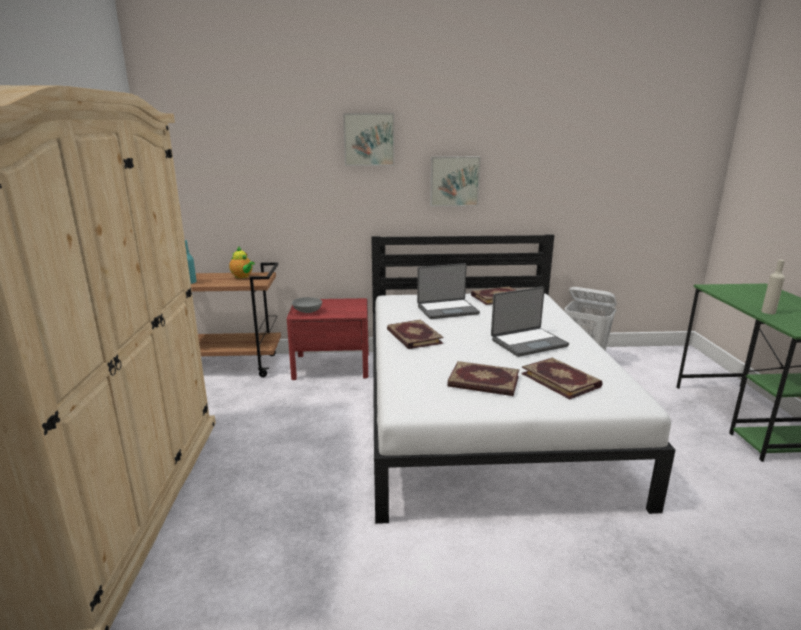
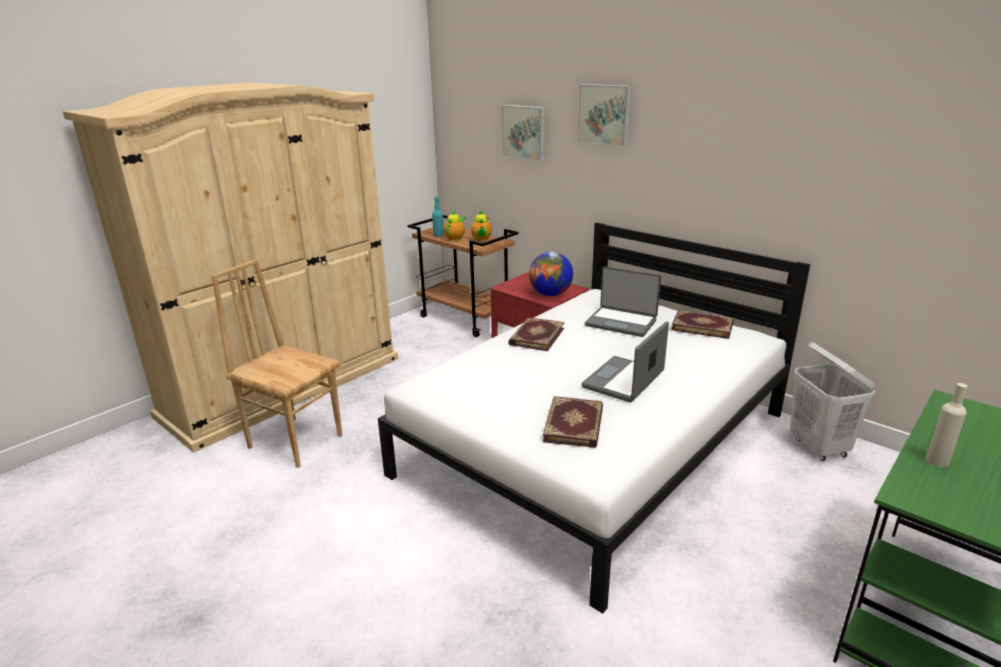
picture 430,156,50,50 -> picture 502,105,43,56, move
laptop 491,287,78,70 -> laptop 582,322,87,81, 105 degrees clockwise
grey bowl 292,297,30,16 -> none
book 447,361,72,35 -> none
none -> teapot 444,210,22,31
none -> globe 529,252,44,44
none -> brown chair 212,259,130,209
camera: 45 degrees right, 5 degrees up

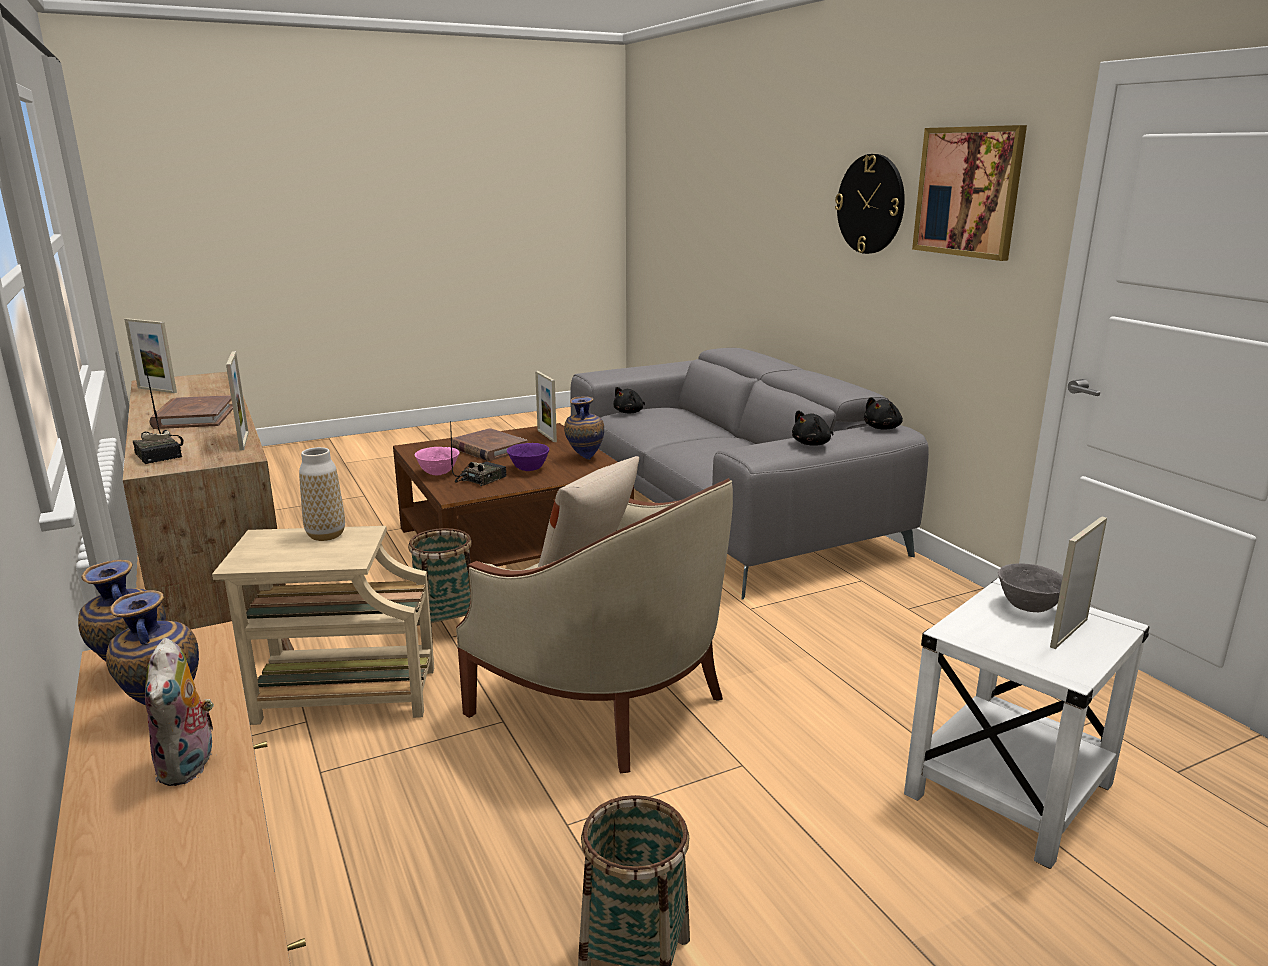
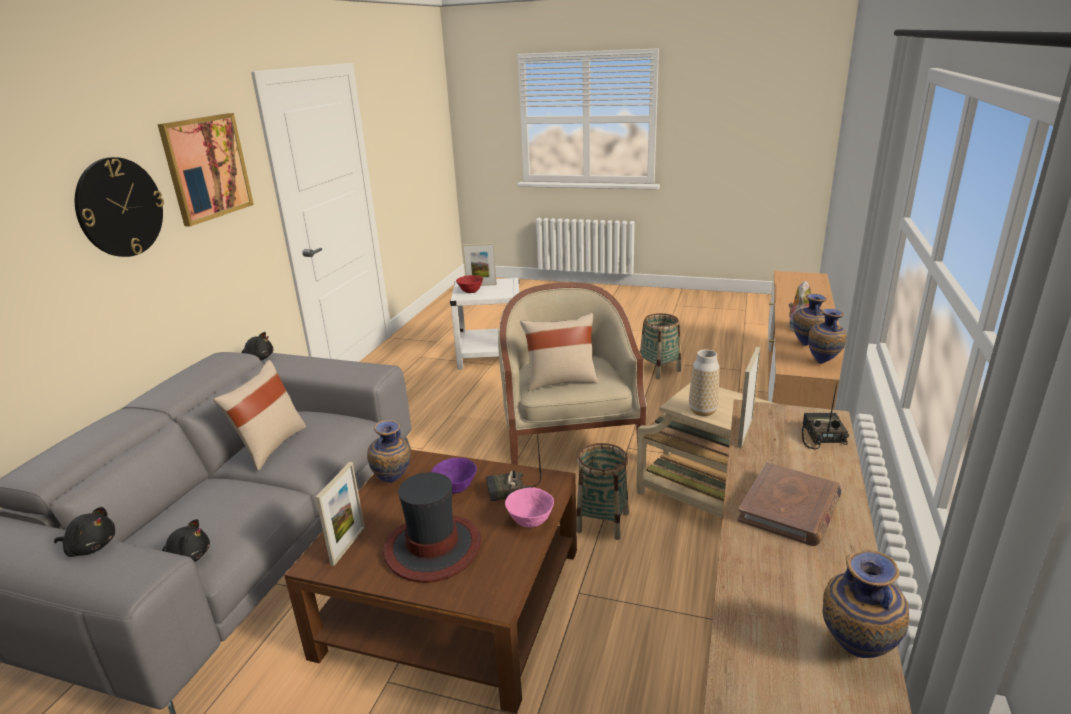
picture frame 124,318,53,75 -> vase 823,550,86,108
black plush toy 792,410,41,36 -> black plush toy 54,507,61,50, move
brown book 452,428,76,33 -> hat 383,472,98,111
grey bowl 998,564,65,48 -> red bowl 456,275,27,18
none -> beige pillow 213,360,93,111
camera: 135 degrees left, 5 degrees up

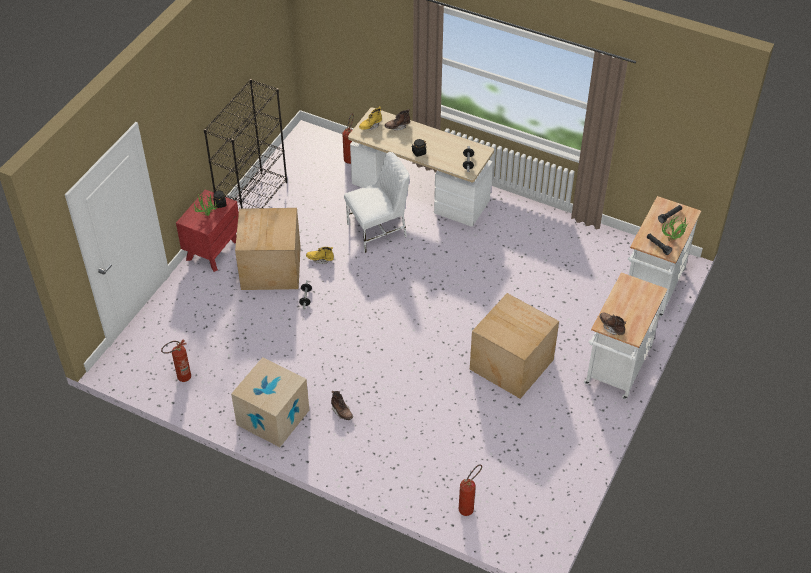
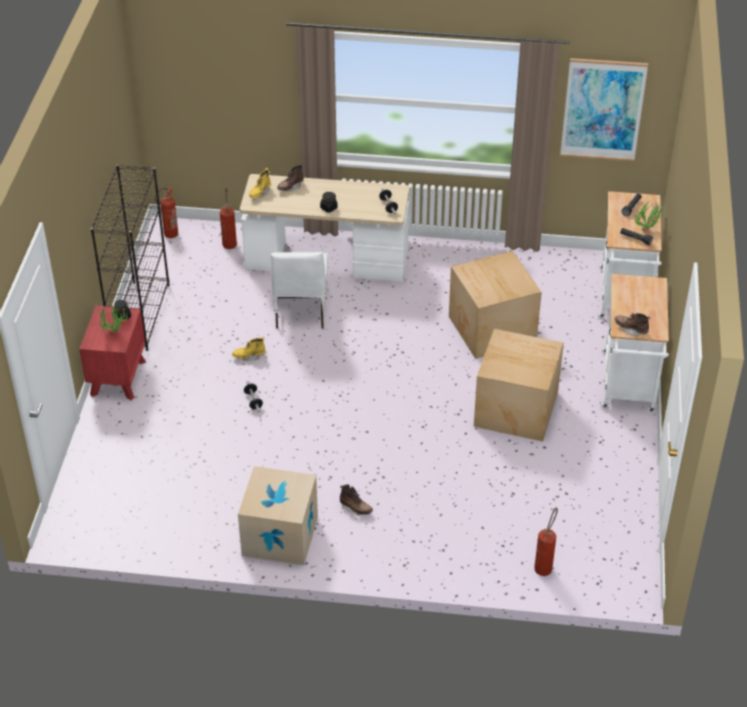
white chair 344,152,66,101 -> white chair 270,252,58,77, 135 degrees clockwise
cardboard box 235,208,66,82 -> cardboard box 449,251,93,108, move
fire extinguisher 161,339,30,43 -> fire extinguisher 155,187,23,51, move
none -> picture 560,58,88,103
camera: 20 degrees left, 5 degrees down

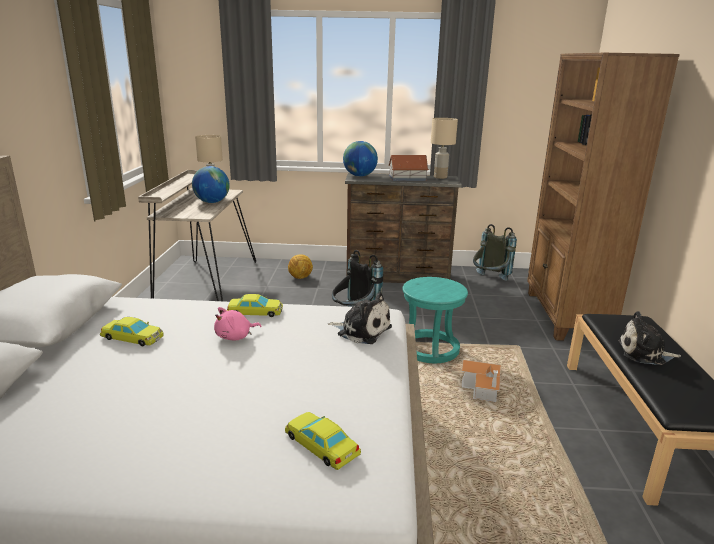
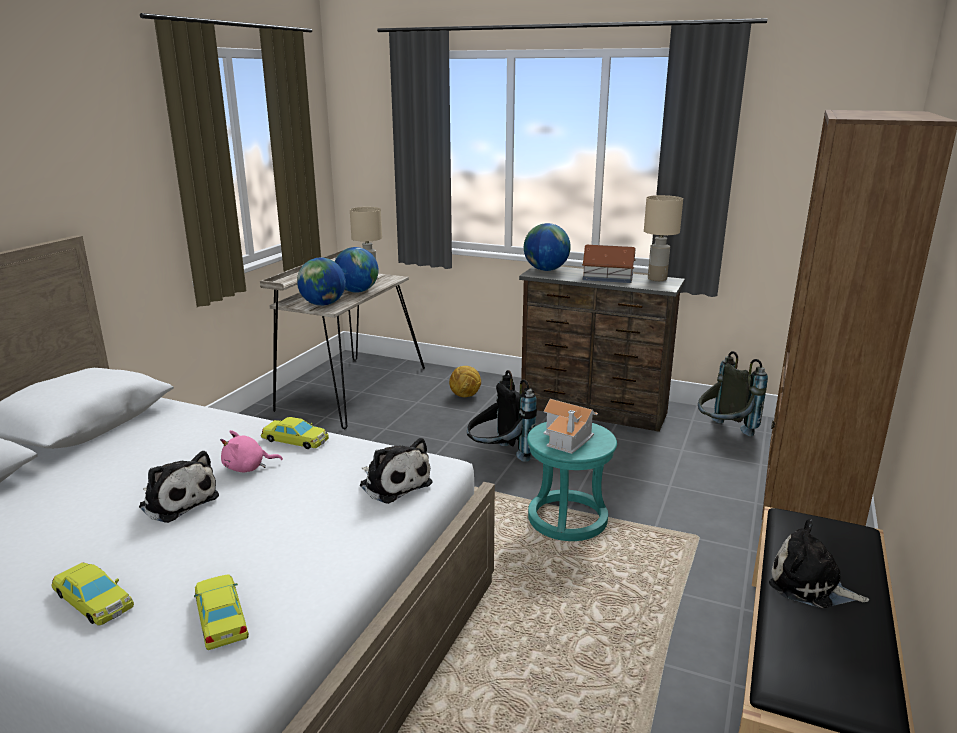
yellow toy car 100,317,64,29 -> yellow toy car 51,562,83,64, move
toy house 462,360,39,42 -> toy house 543,399,55,55, move
none -> globe 297,257,49,49
none -> plush toy 139,451,80,72
camera: 20 degrees right, 0 degrees up

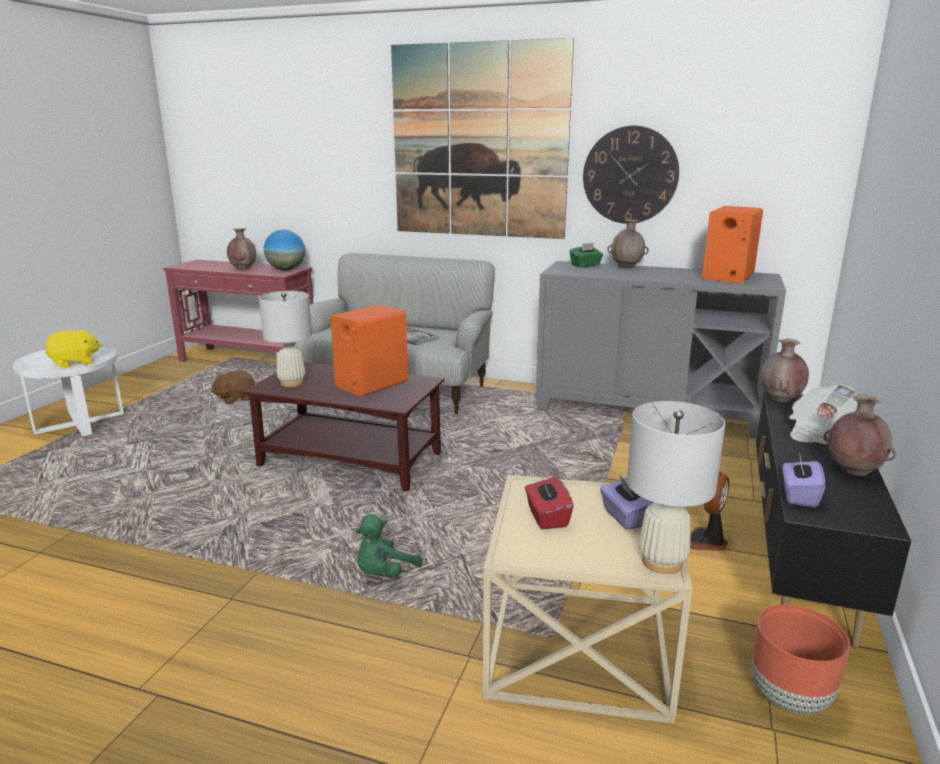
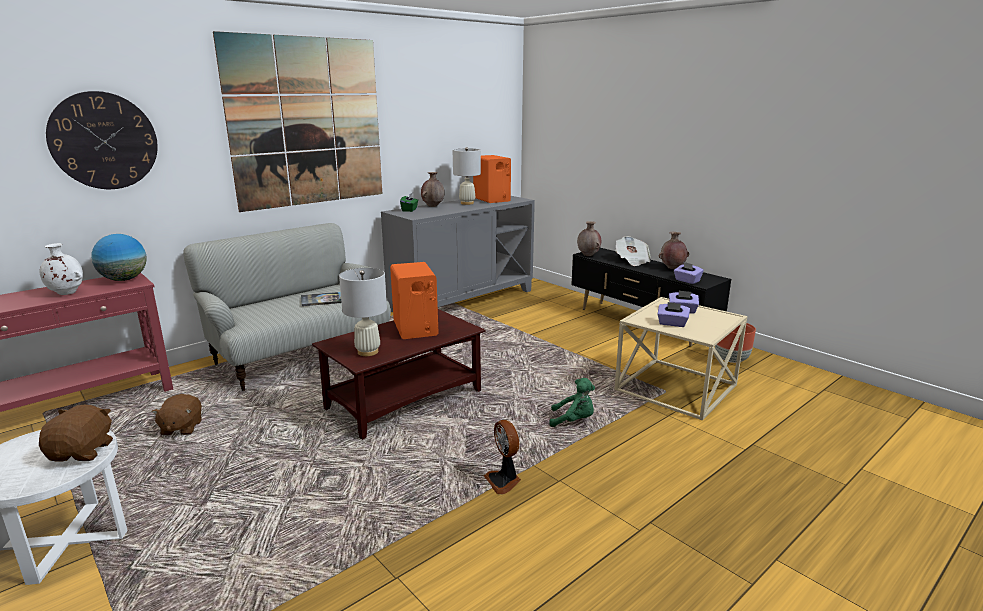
wall clock 583,126,96,98 -> wall clock 46,91,112,98, move
brown vase 227,228,29,42 -> white vase 40,243,43,52
yellow plush toy 45,330,57,38 -> brown plush toy 39,404,74,58
white table lamp 627,401,98,173 -> white table lamp 453,147,28,58, move
fan 690,472,40,79 -> fan 484,420,37,74, move
red tissue box 525,475,49,54 -> purple tissue box 657,302,33,25
green plush toy 356,514,66,64 -> green plush toy 549,378,46,49, 60 degrees counterclockwise
camera: 60 degrees left, 0 degrees up

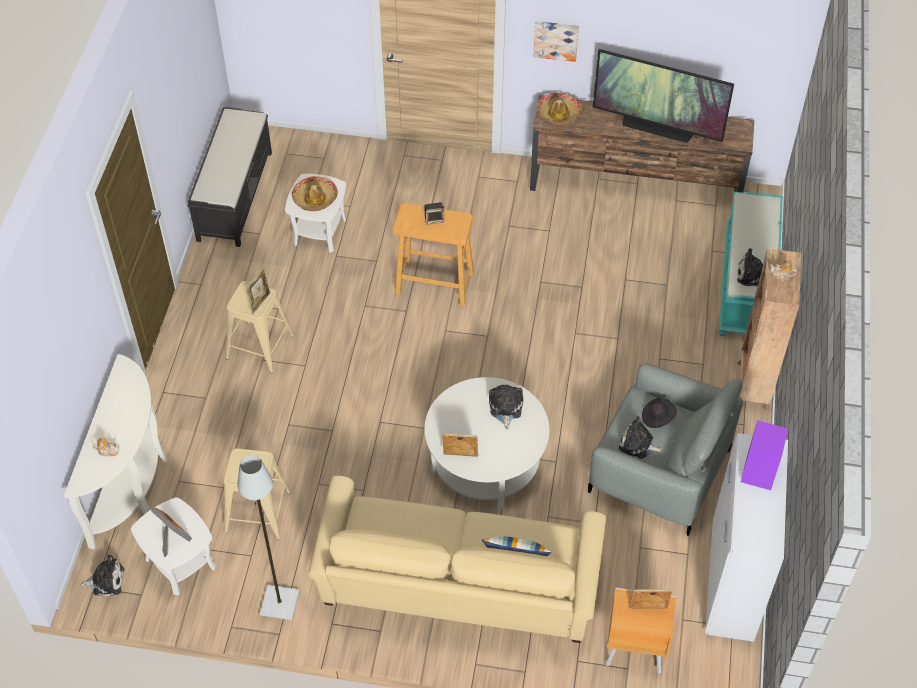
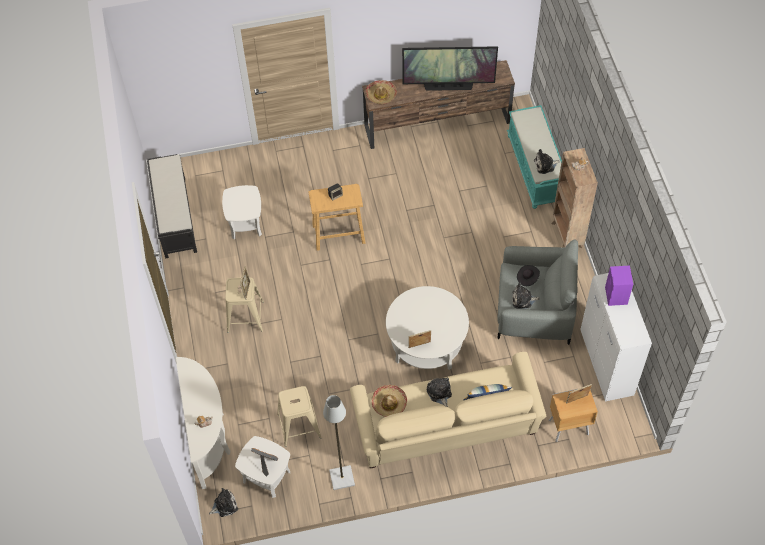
picture 533,21,46,41 -> none
hat 292,176,46,35 -> hat 371,385,36,32, move
plush toy 489,384,34,45 -> plush toy 427,377,25,30, move
camera: 20 degrees left, 5 degrees up

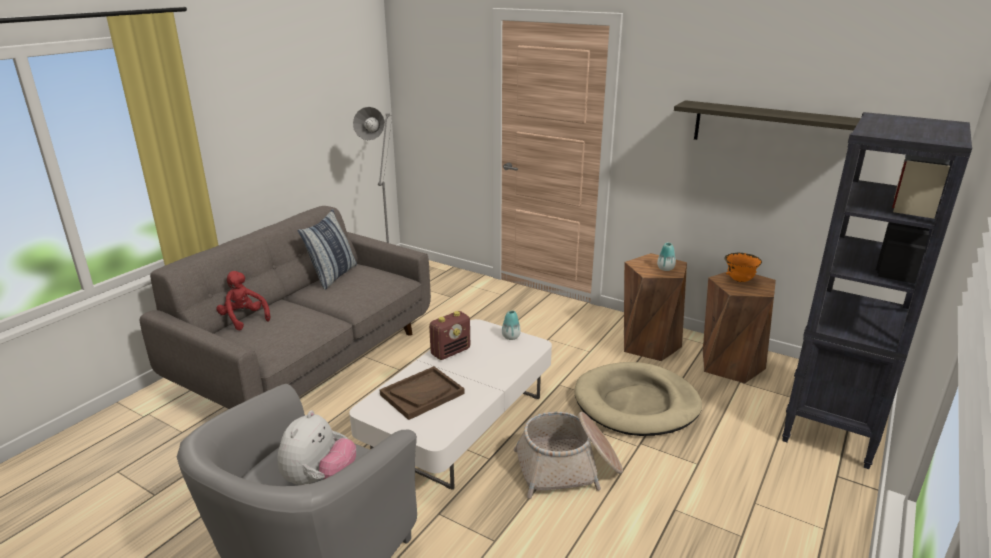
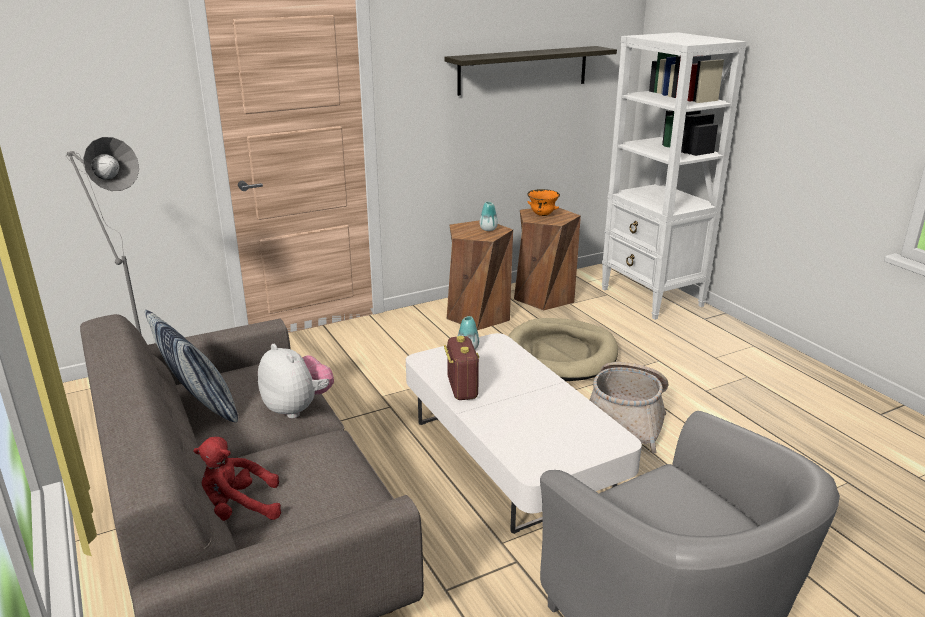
black bookcase 782,112,190,357 -> white bookcase 602,32,145,288
brown tray 380,366,85,54 -> none
plush toy 277,410,79,75 -> plush toy 258,344,76,74, move
camera: 60 degrees left, 0 degrees up

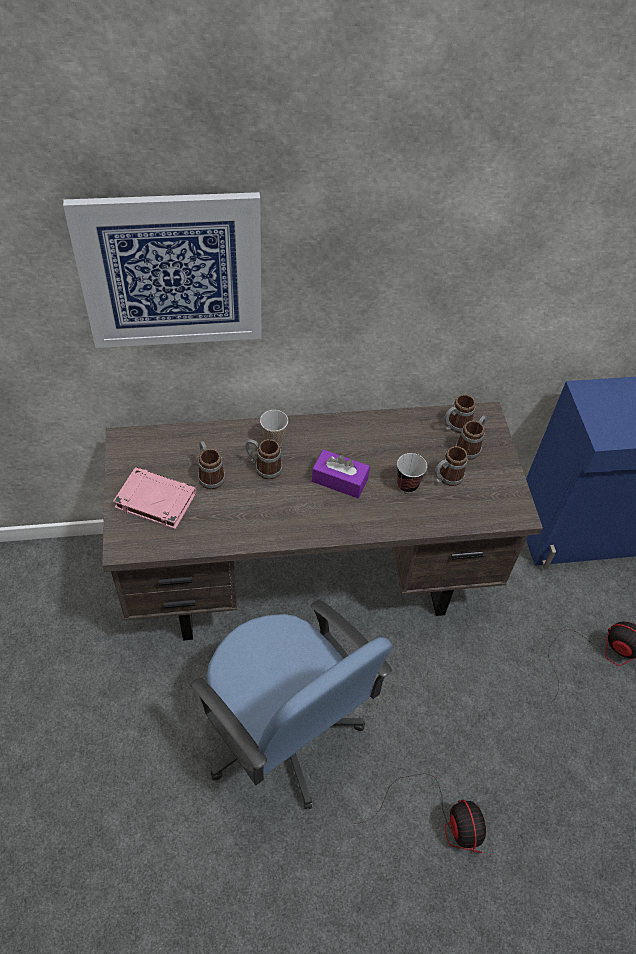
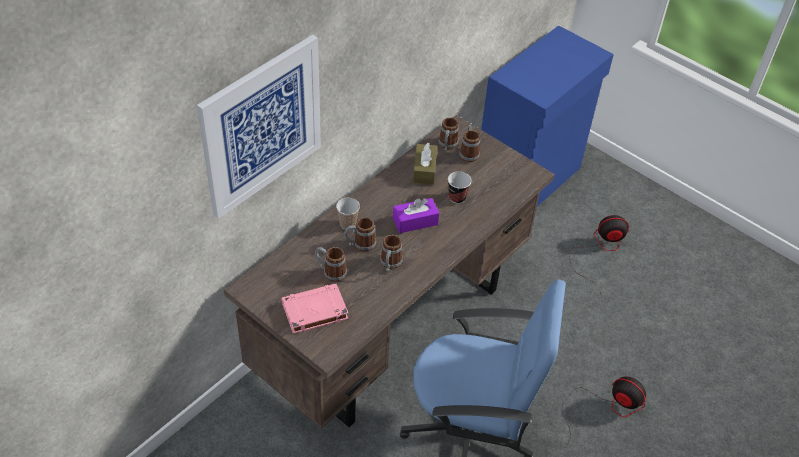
mug 435,446,33,40 -> mug 380,235,23,37, move
none -> brown tissue box 413,143,24,42
camera: 40 degrees left, 5 degrees down

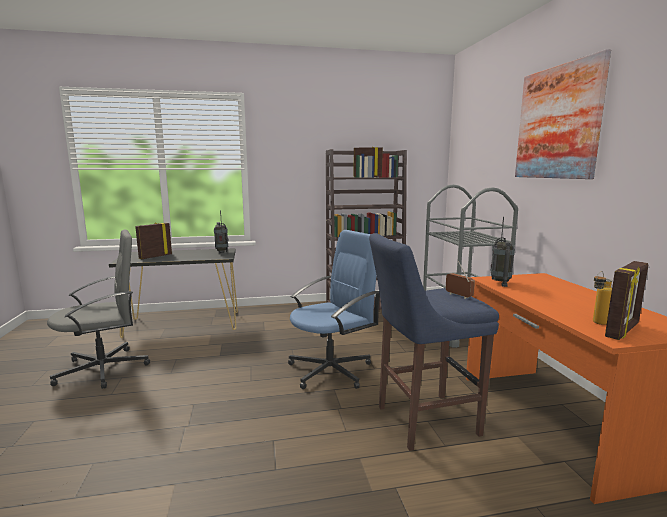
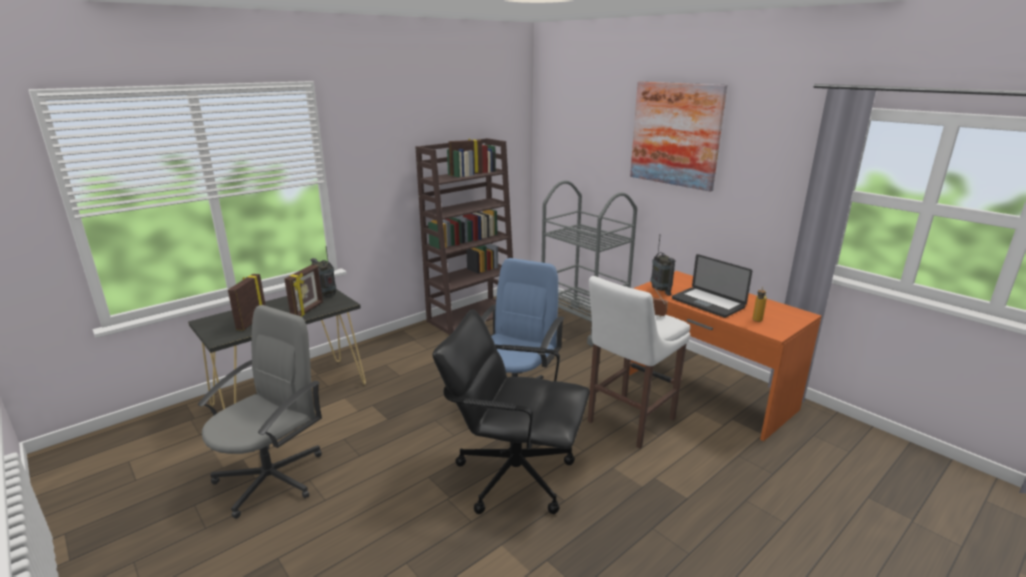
blue stool 369,233,130,218 -> white stool 587,276,103,172
picture frame 605,261,43,79 -> picture frame 285,265,38,52, move
none -> laptop 672,254,80,64
none -> black office chair 432,309,158,205
camera: 30 degrees left, 10 degrees up

